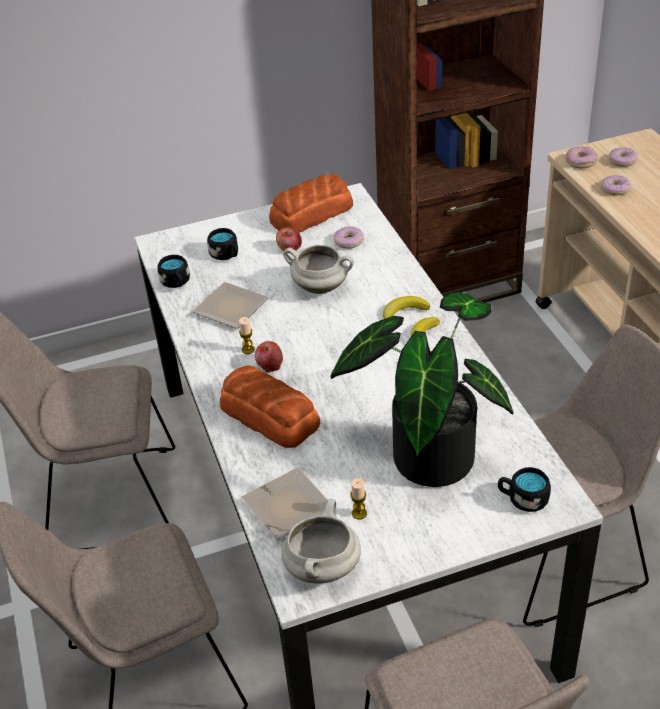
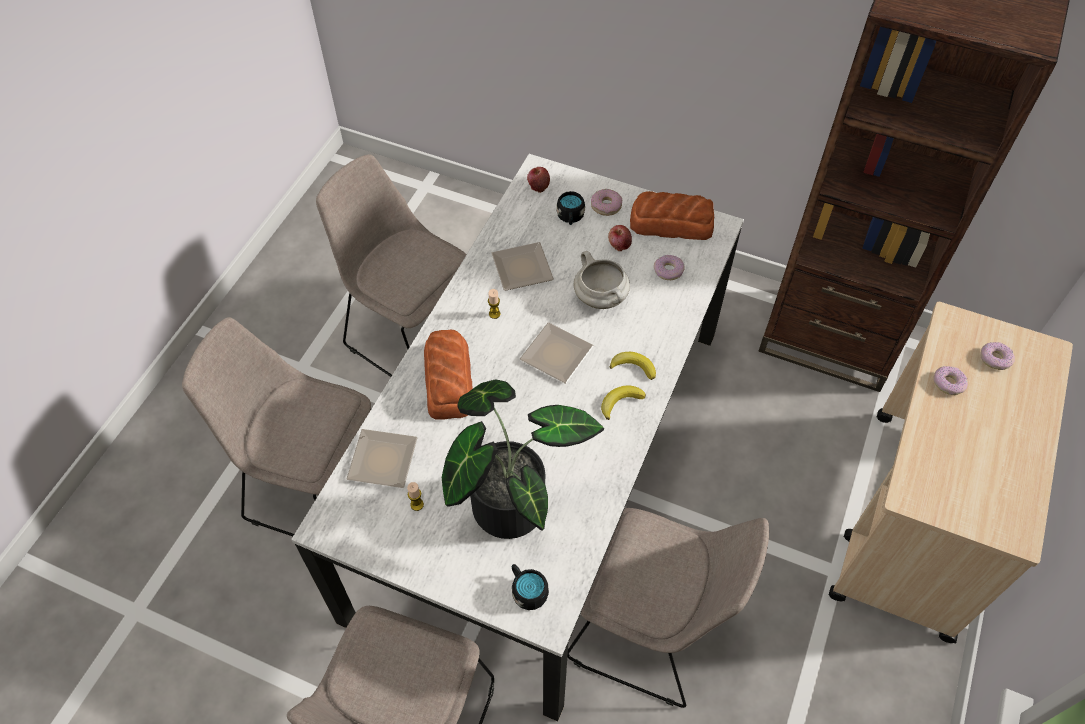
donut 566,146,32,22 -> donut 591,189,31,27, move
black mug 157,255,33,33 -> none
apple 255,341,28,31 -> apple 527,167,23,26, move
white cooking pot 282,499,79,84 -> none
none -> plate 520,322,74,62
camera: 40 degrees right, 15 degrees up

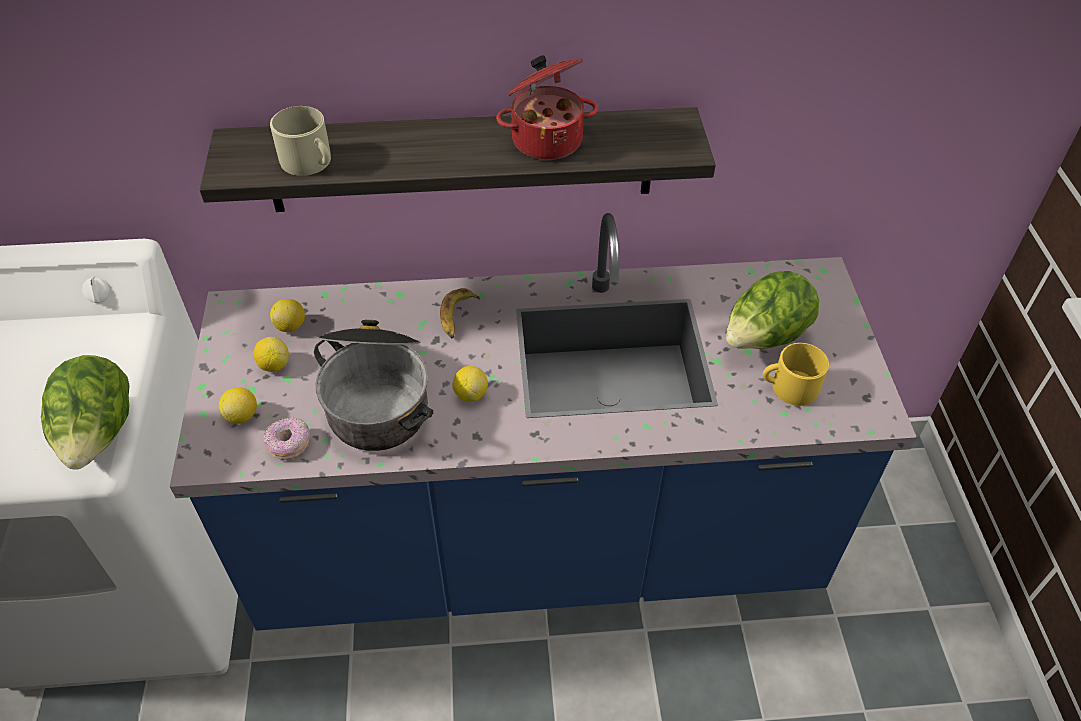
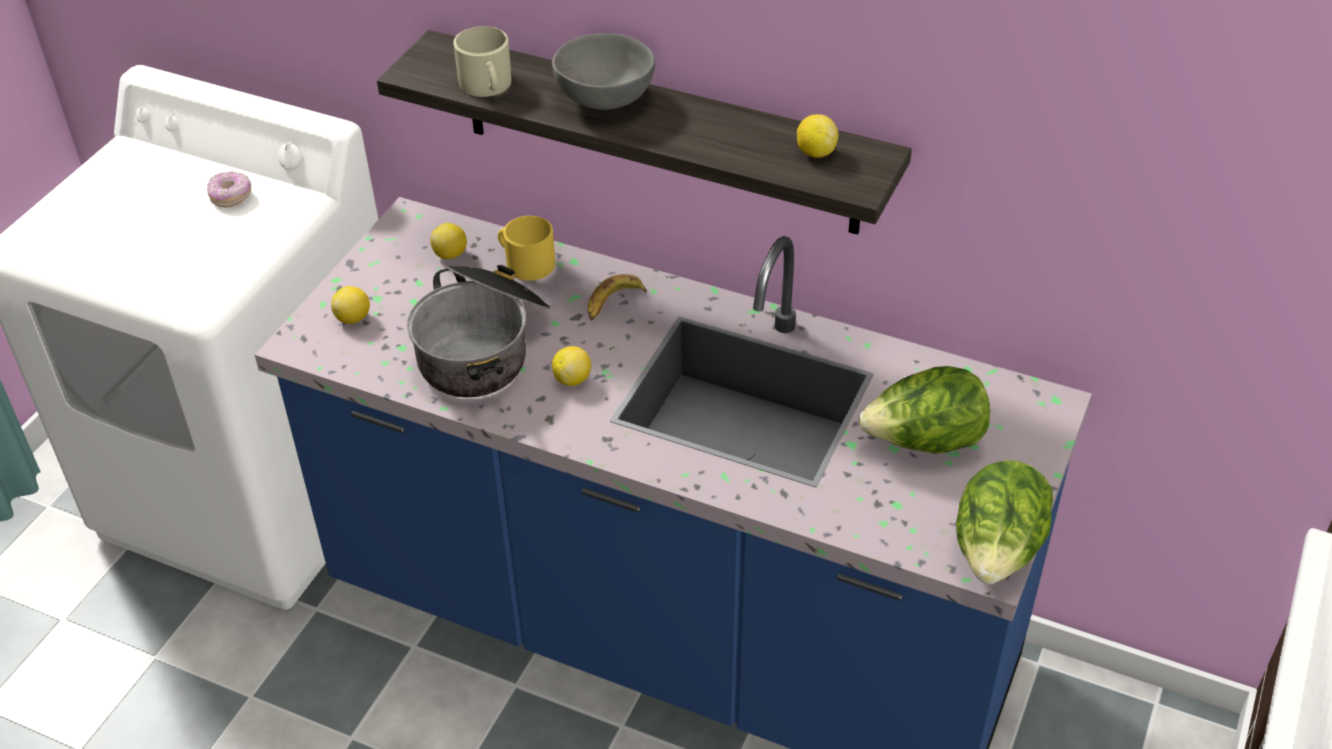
cooking pot 496,55,102,105 -> none
lemon 253,337,36,35 -> lemon 797,114,41,44, move
yellow mug 763,343,66,63 -> yellow mug 498,216,57,65, move
lettuce 41,355,89,115 -> lettuce 956,460,97,124, move
donut 263,417,47,43 -> donut 207,172,44,36, move
none -> grey bowl 552,33,103,77
camera: 30 degrees right, 5 degrees down

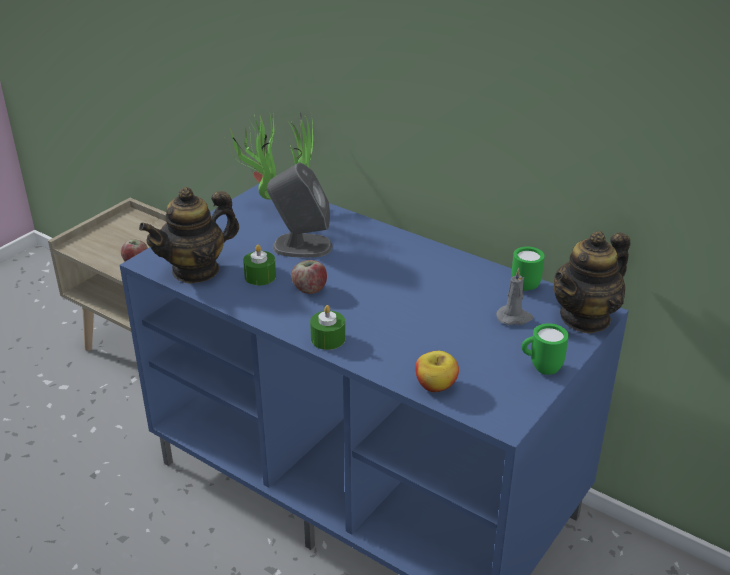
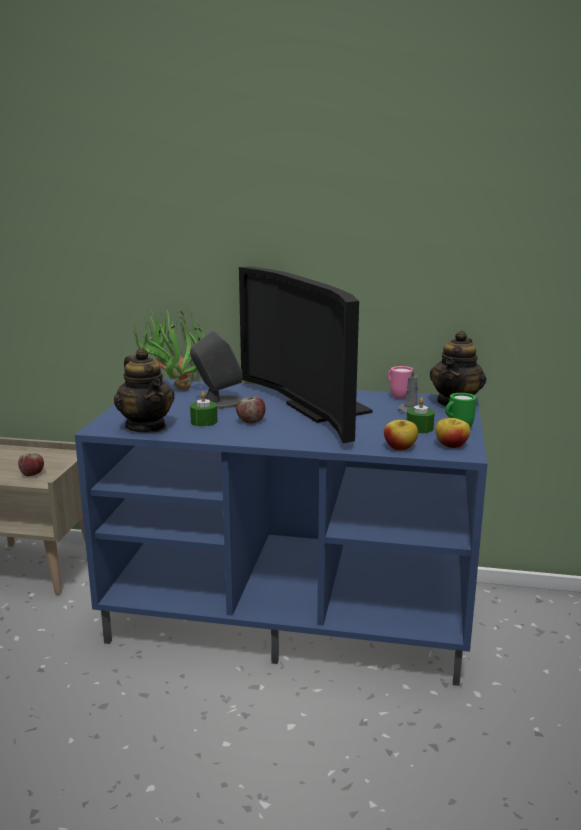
teapot 139,187,100,97 -> teapot 114,348,61,85, 60 degrees counterclockwise
green mug 511,247,34,44 -> pink mug 388,366,25,33
green candle 310,305,35,45 -> green candle 407,397,28,36, move
none -> television 239,266,133,177
none -> apple 436,418,34,30
camera: 25 degrees left, 15 degrees down

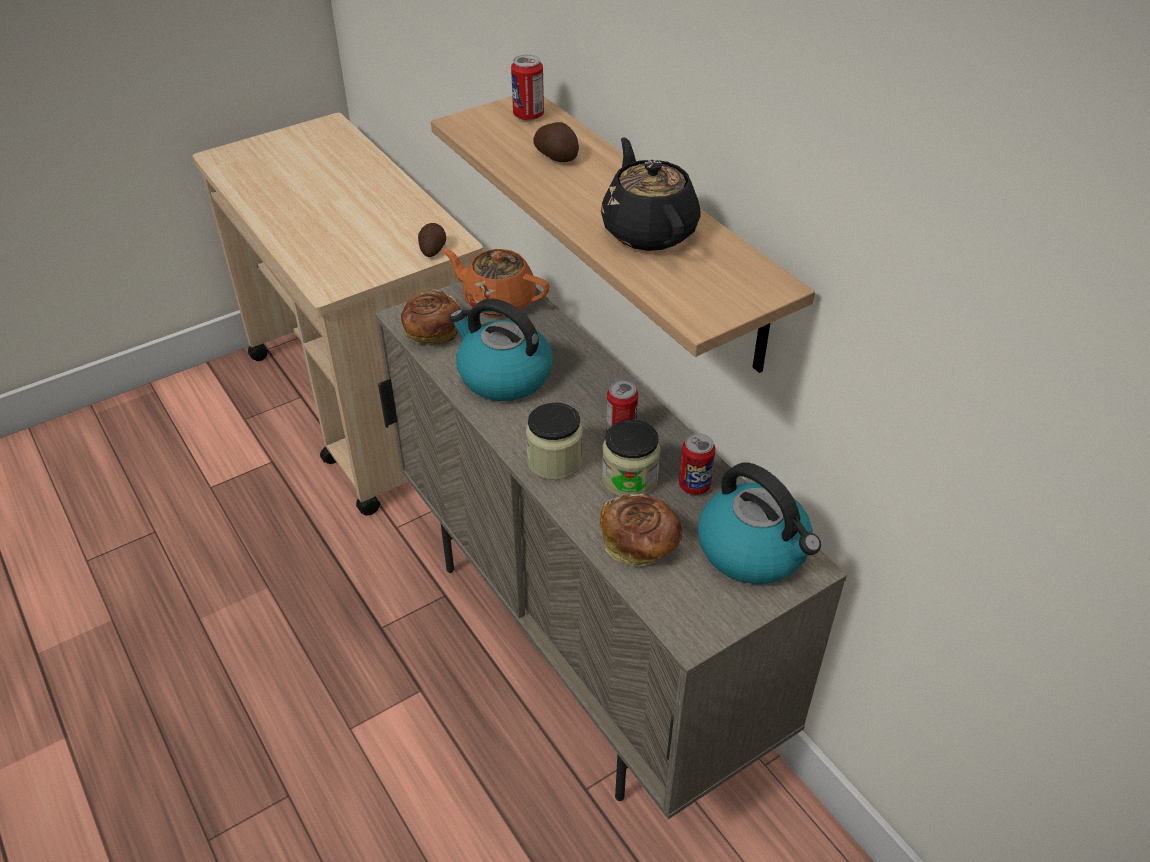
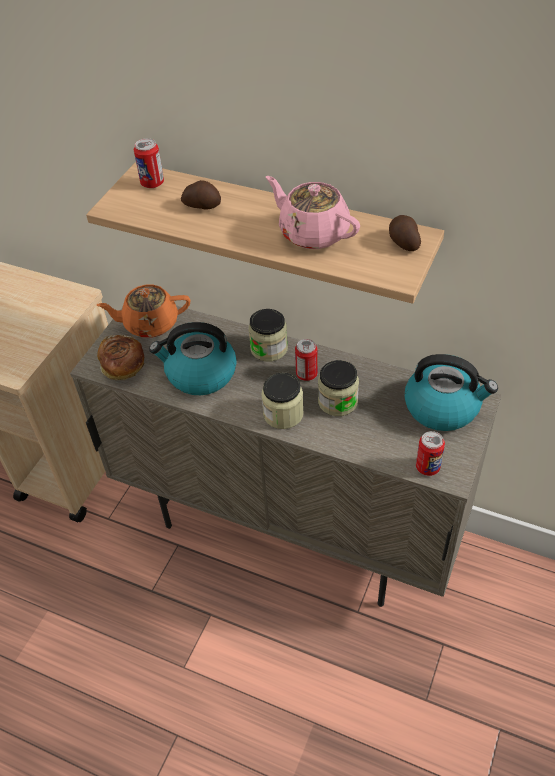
black teapot 601,137,100,114 -> pink teapot 266,176,94,73
potato 418,223,28,34 -> potato 389,215,32,36, move
can 679,433,37,62 -> can 416,431,29,45, move
bread 600,494,83,72 -> none
none -> jar 249,309,39,53
camera: 30 degrees left, 5 degrees up

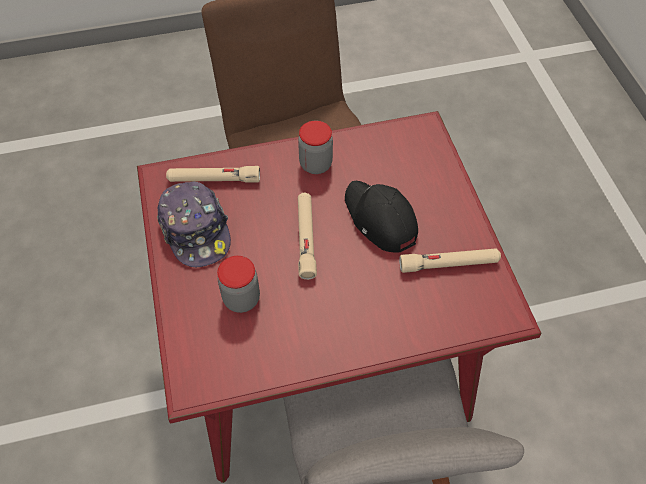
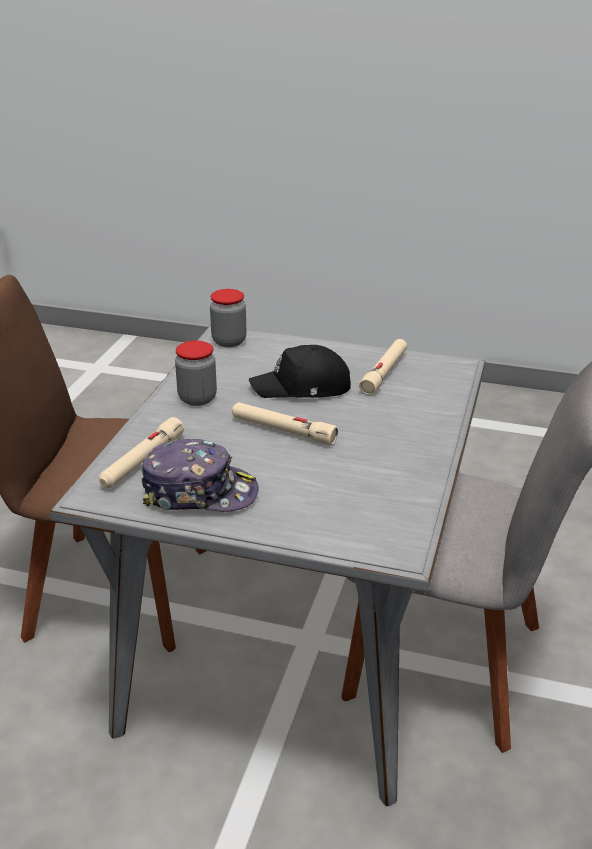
red dining table 137,111,404,372 -> grey dining table 50,325,436,481
jar 217,256,43,57 -> jar 210,289,36,58, move
camera: 60 degrees left, 25 degrees down

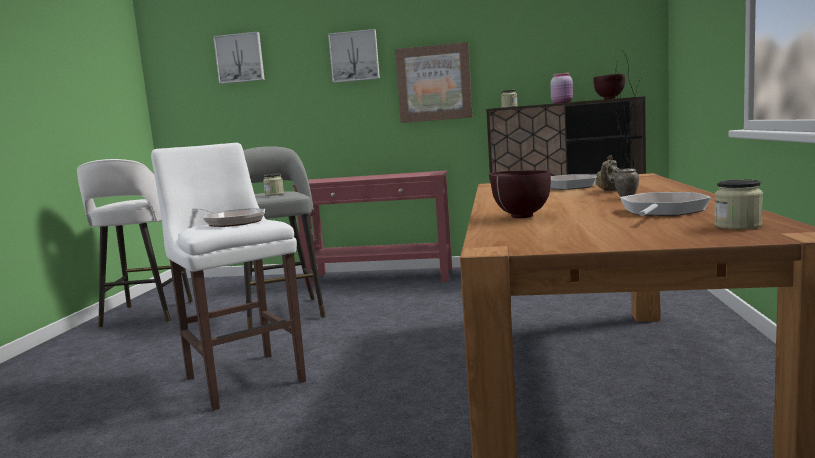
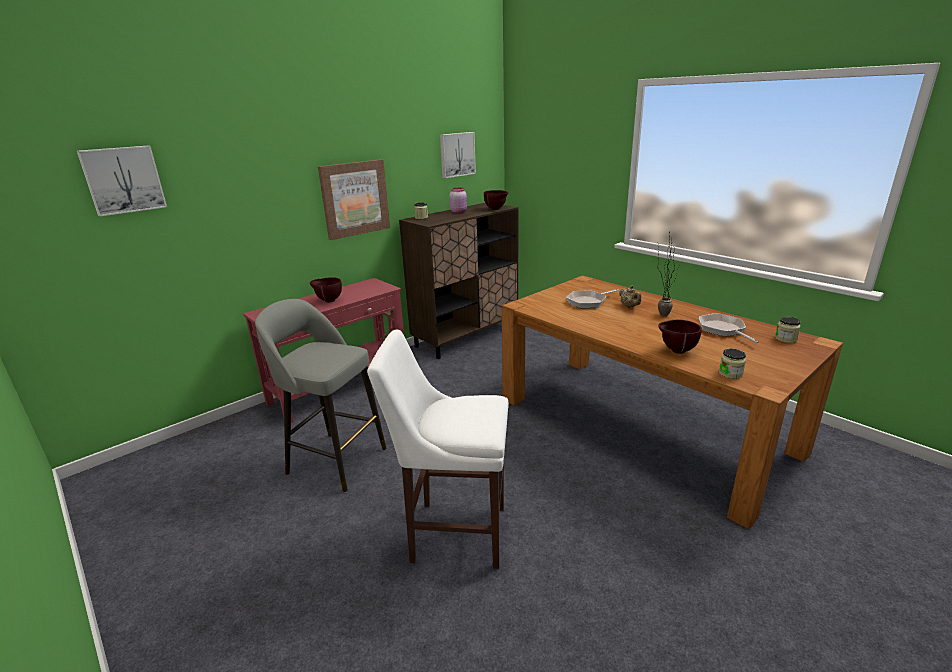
picture 328,29,52,54 -> picture 440,132,36,46, move
white stool 77,159,116,169 -> none
jar 263,174,21,22 -> jar 719,349,27,30, move
frying pan 193,208,72,19 -> none
none -> brown bowl 310,277,32,25
camera: 50 degrees left, 15 degrees up

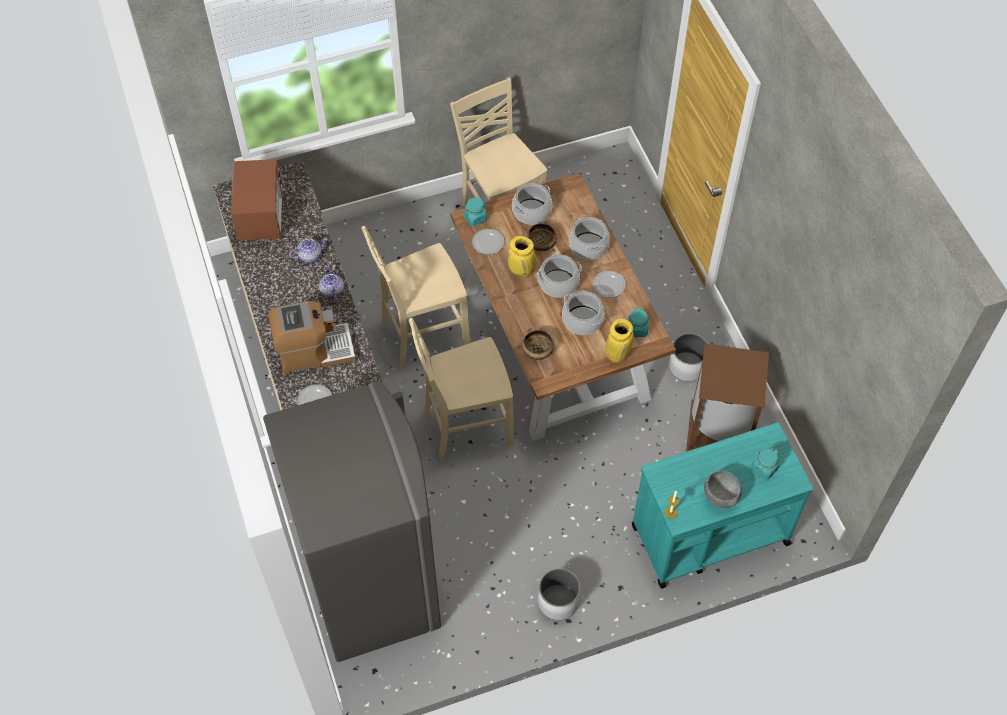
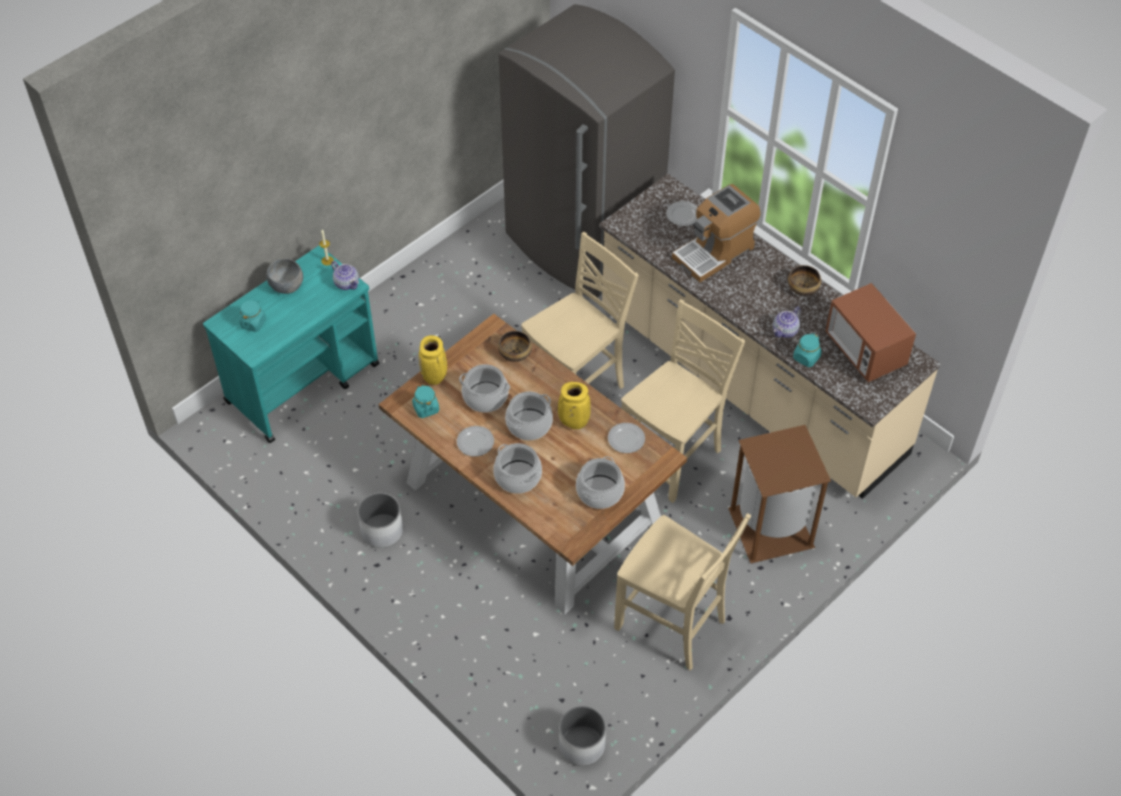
turquoise jar 463,198,25,28 -> turquoise jar 793,333,29,34, move
bowl 527,223,30,28 -> bowl 788,265,33,31, move
teapot 319,265,25,38 -> teapot 331,261,28,29, move
brown trash can 686,344,83,108 -> brown trash can 728,425,103,138, move
white planter 538,568,42,52 -> white planter 559,706,47,60, move
camera: 155 degrees right, 5 degrees down

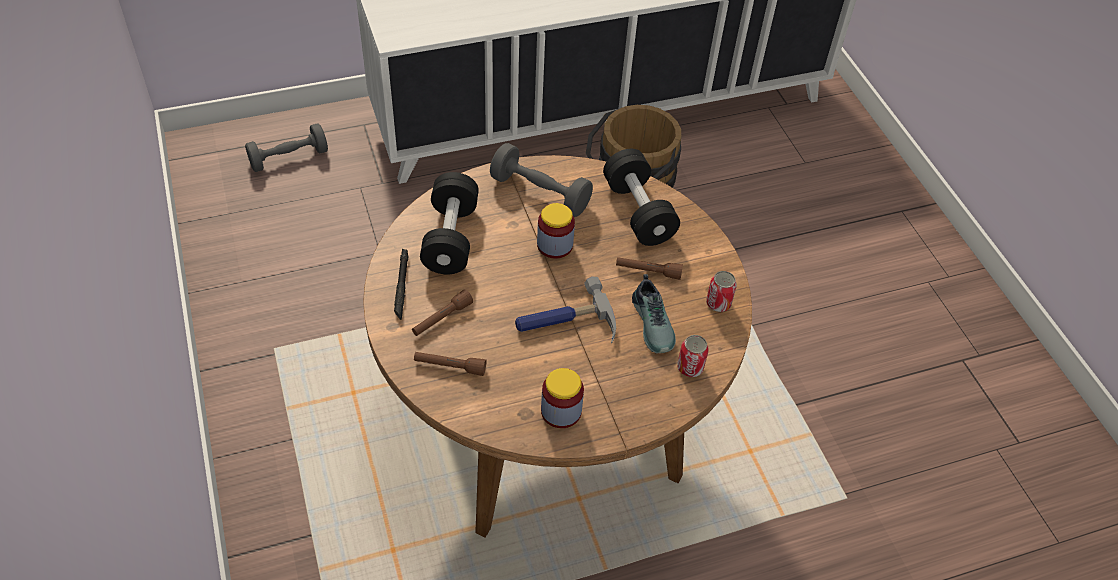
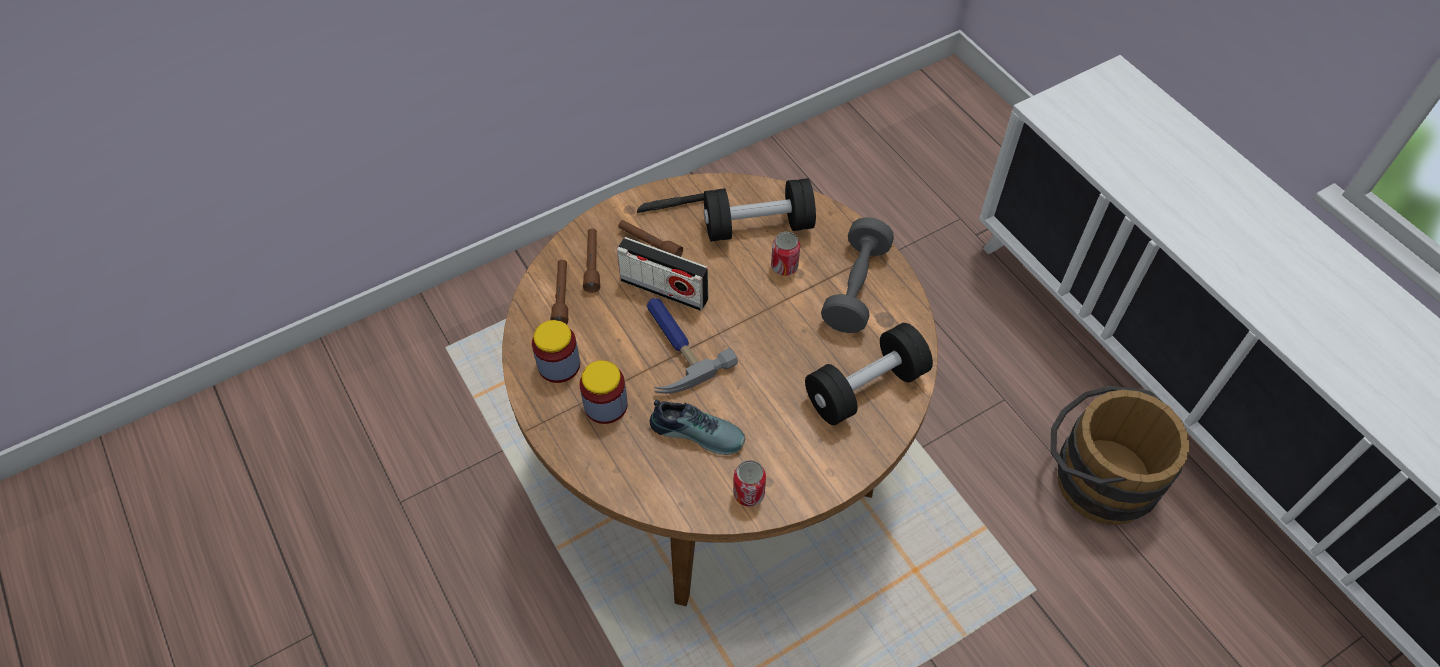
grey dumbbell 245,123,83,49 -> none
jar 537,203,38,56 -> jar 579,360,49,64, move
brown flashlight 616,257,67,23 -> brown flashlight 550,260,18,64, move
shoe 632,274,44,79 -> shoe 650,399,95,56, 135 degrees counterclockwise
can 677,335,32,42 -> can 771,232,29,44, move
none -> radio 617,237,91,74
camera: 80 degrees right, 5 degrees up

